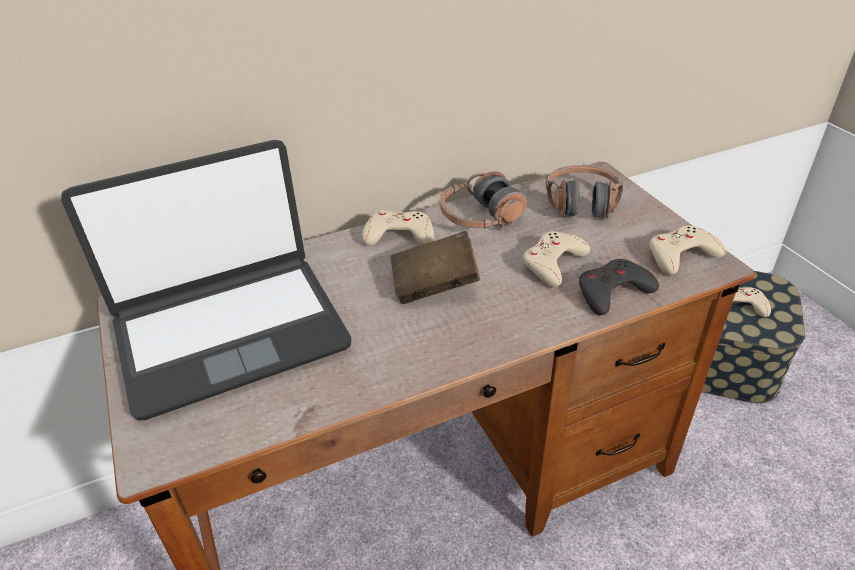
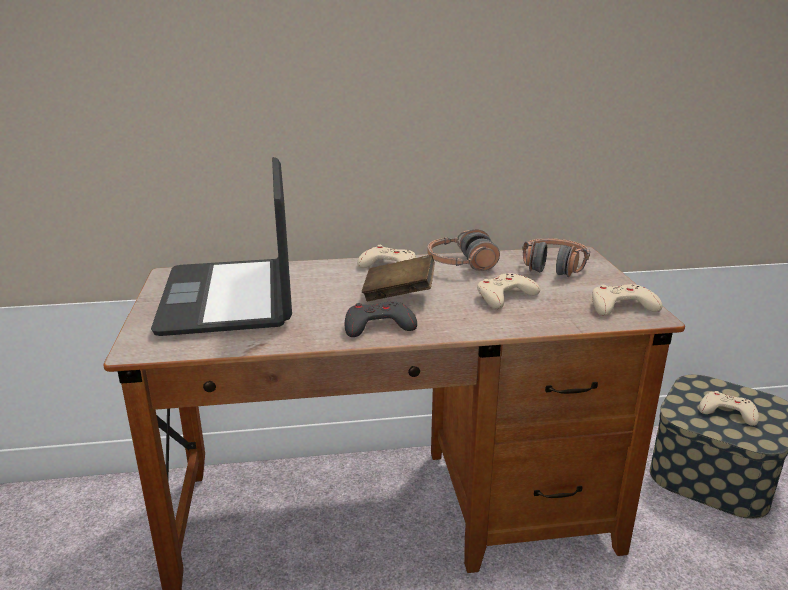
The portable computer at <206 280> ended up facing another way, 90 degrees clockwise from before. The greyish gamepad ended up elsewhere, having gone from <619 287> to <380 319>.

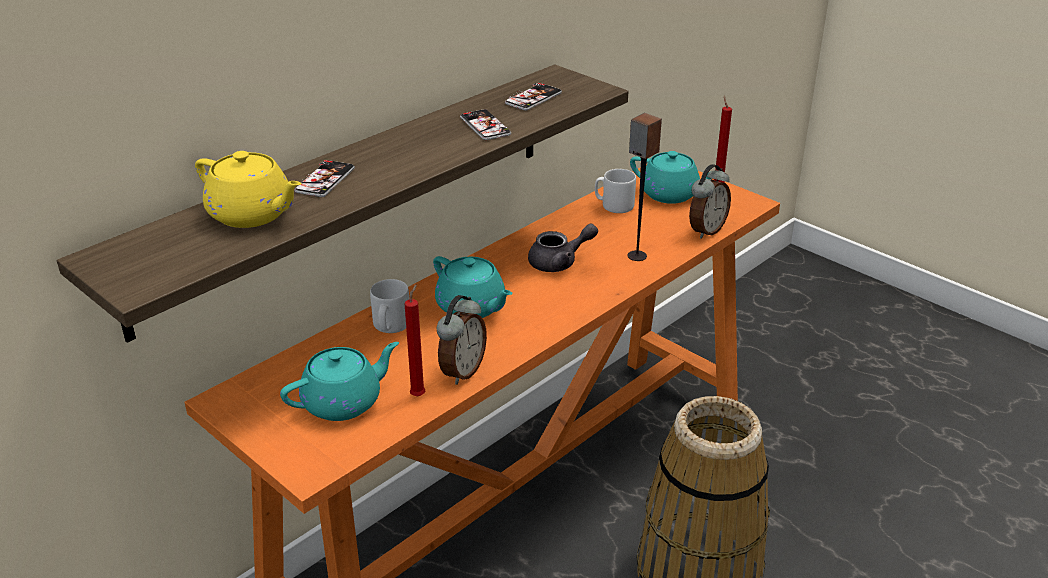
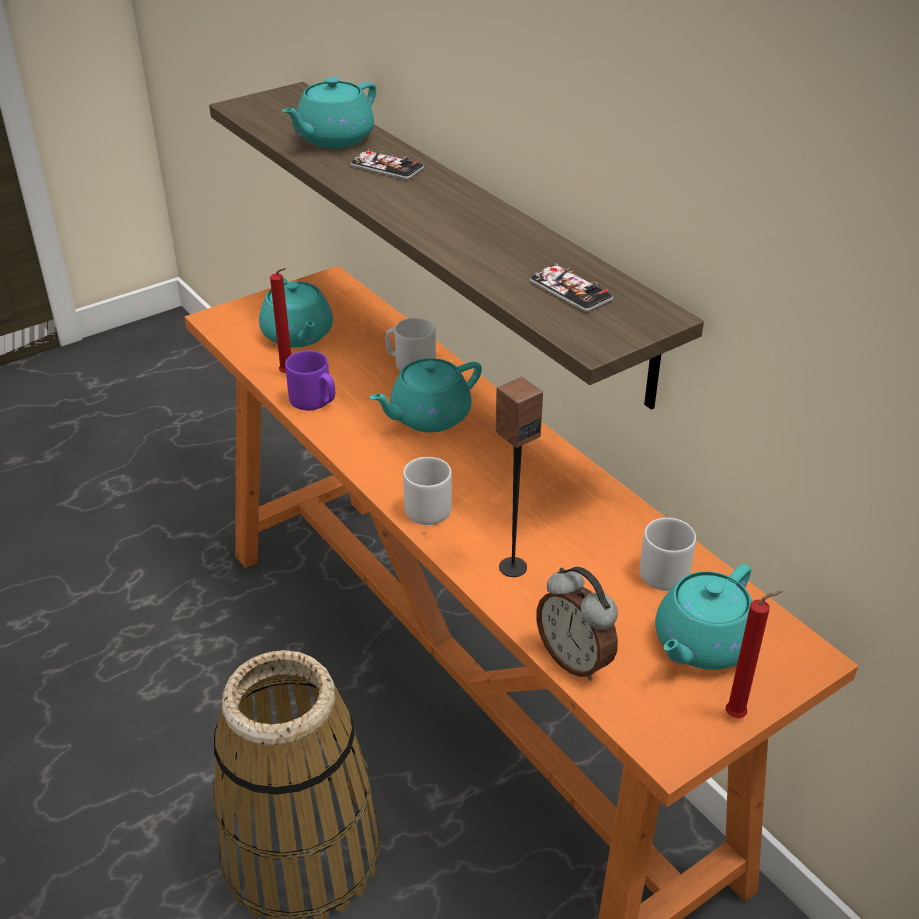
What was the yellow-coloured teapot at <248 189> turned into the turquoise teapot at <329 112>. Where the alarm clock stood at <462 340>, the purple tea mug came to stand at <310 380>. The second view gained the greyish tea mug at <427 491>. The second view lost the phone at <485 124>. The second view lost the greyish teapot at <563 248>.

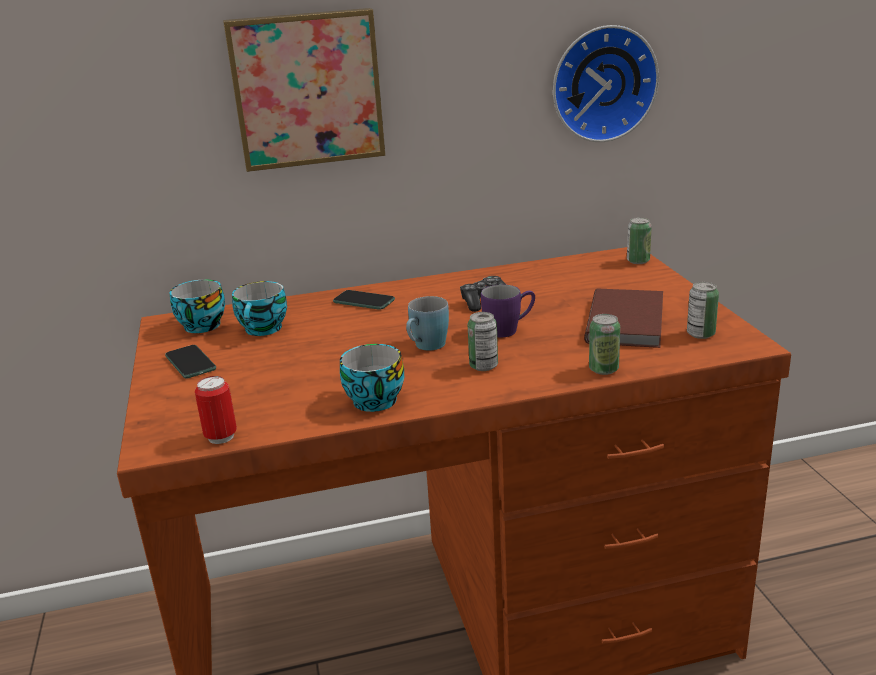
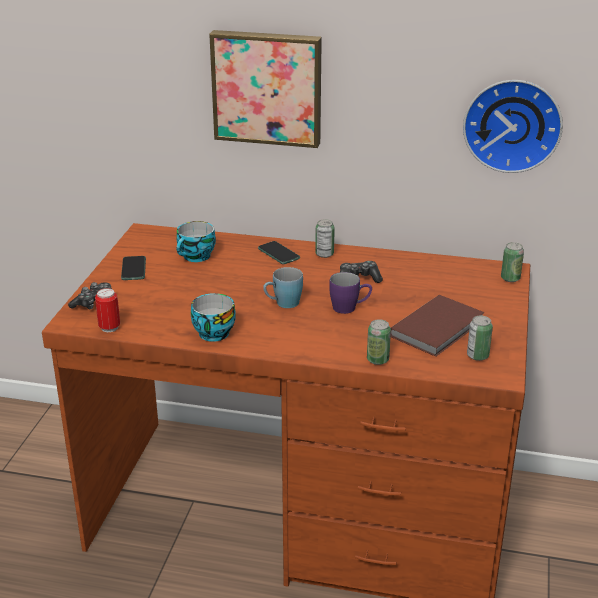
The second view gained the gamepad at <90 296>. The can ended up elsewhere, having gone from <483 341> to <325 238>. The second view lost the cup at <197 306>.

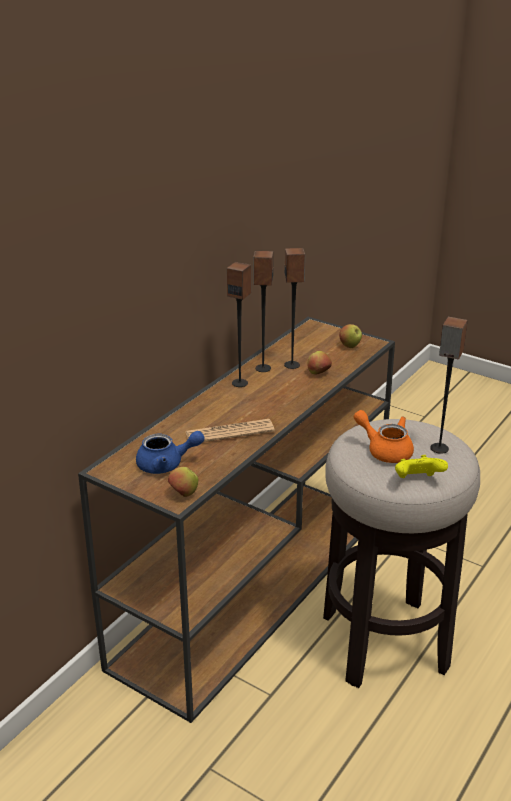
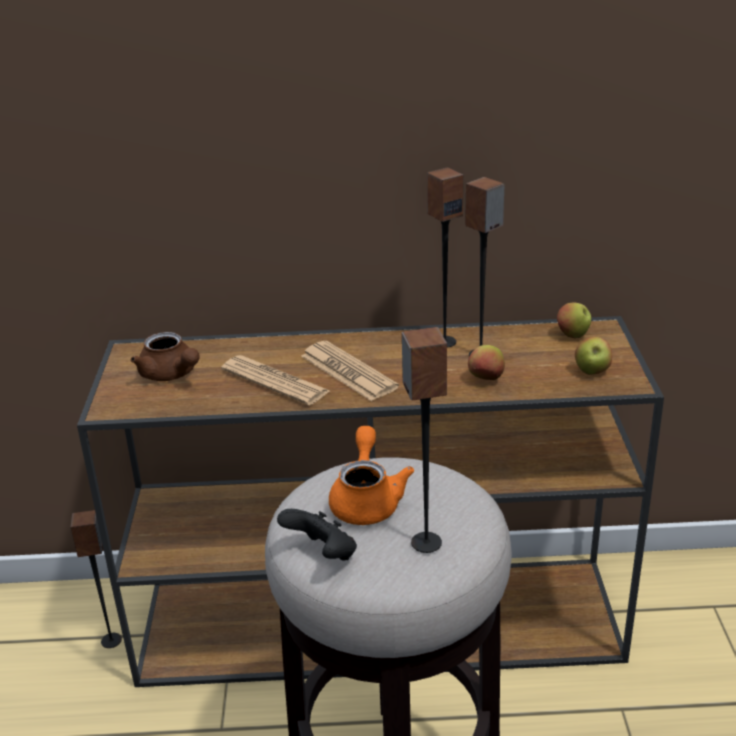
The audio speaker ended up elsewhere, having gone from <239 324> to <96 579>. What was the blue teapot at <170 452> turned into the brown-coloured teapot at <165 356>. What was the yellow-coloured gamepad at <421 466> turned into the black gamepad at <317 535>. The second view gained the printed paper at <350 371>. The apple ended up elsewhere, having gone from <183 482> to <574 320>.

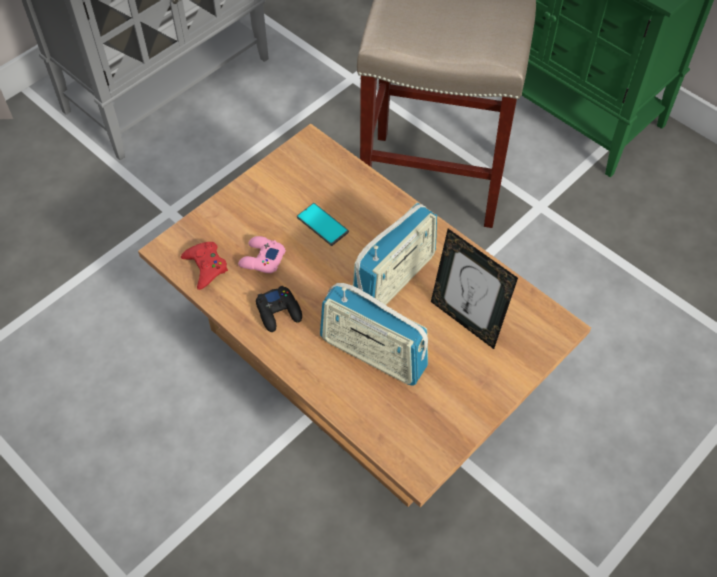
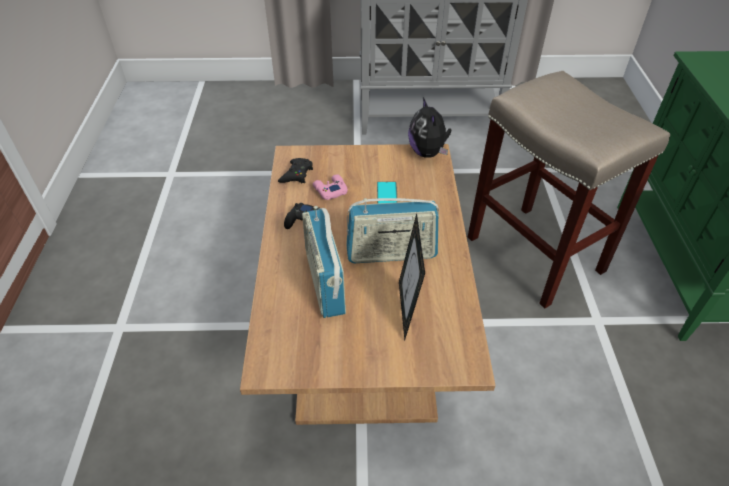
What was the red gamepad at <204 266> turned into the black gamepad at <295 170>. The second view gained the soft toy at <429 127>.

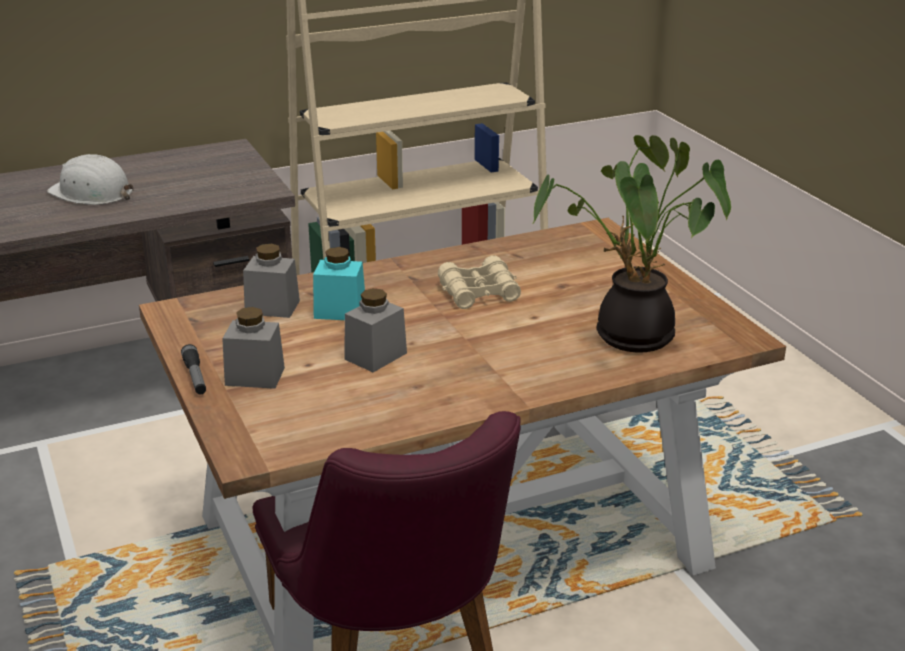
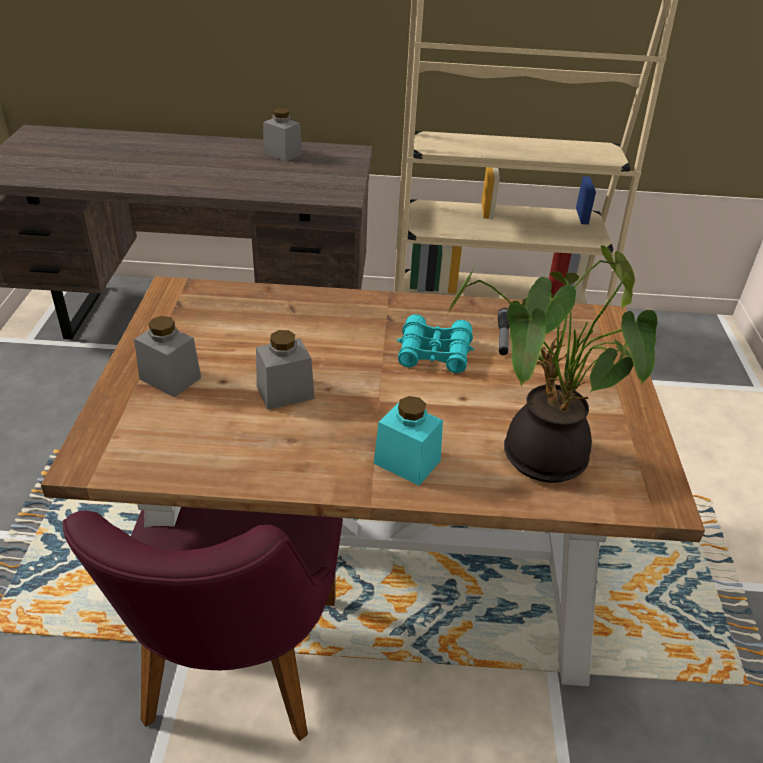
The greyish storage jar ended up elsewhere, having gone from <271 281> to <282 134>. The turquoise storage jar ended up elsewhere, having gone from <339 283> to <408 441>. What was the beige pair of binoculars at <479 282> turned into the turquoise pair of binoculars at <435 343>. The torch ended up elsewhere, having gone from <193 369> to <504 331>. The second view lost the white safety helmet at <90 179>.

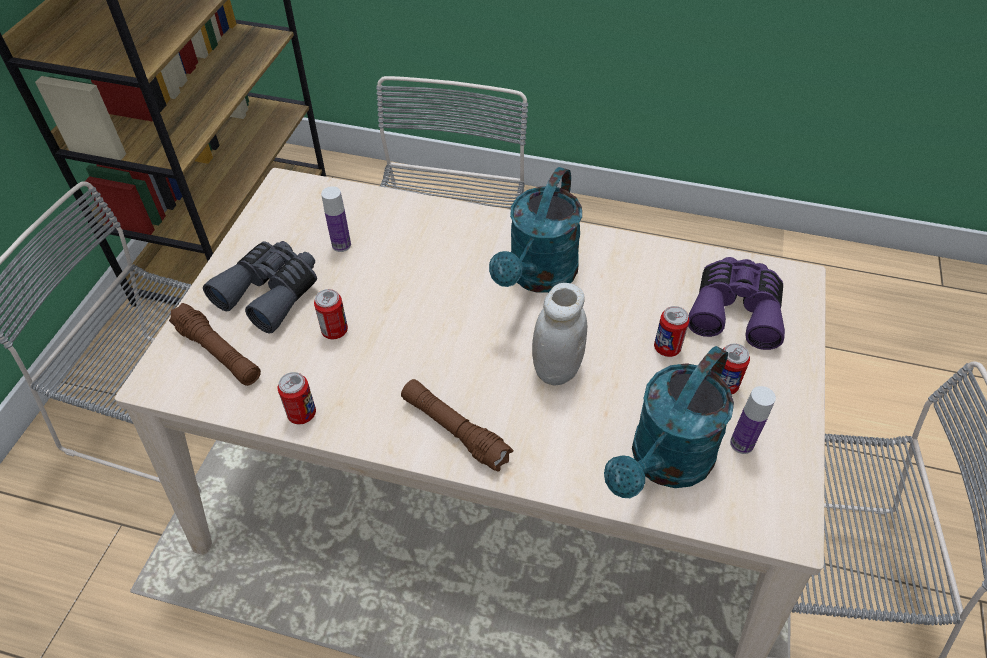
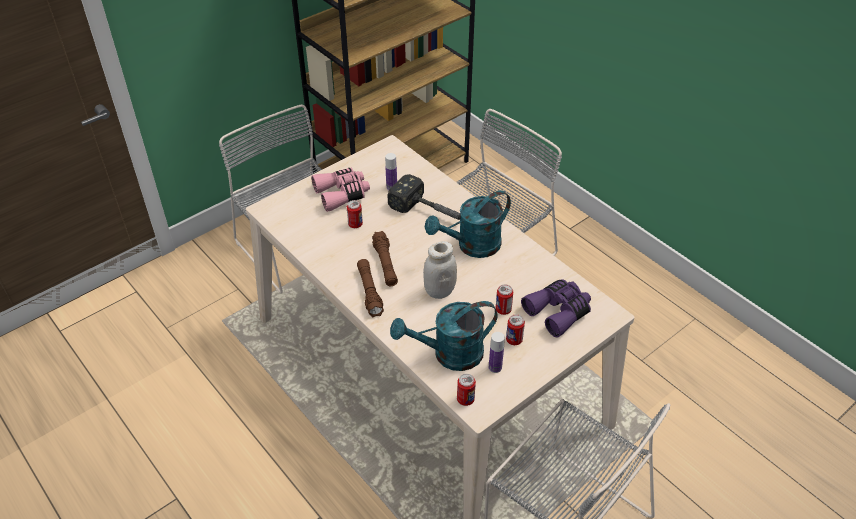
What was the greyish pair of binoculars at <260 287> turned into the pinkish pair of binoculars at <340 190>. The brown-coloured torch ended up elsewhere, having gone from <215 344> to <385 258>. The second view gained the hammer at <424 197>. The can ended up elsewhere, having gone from <297 398> to <466 390>.

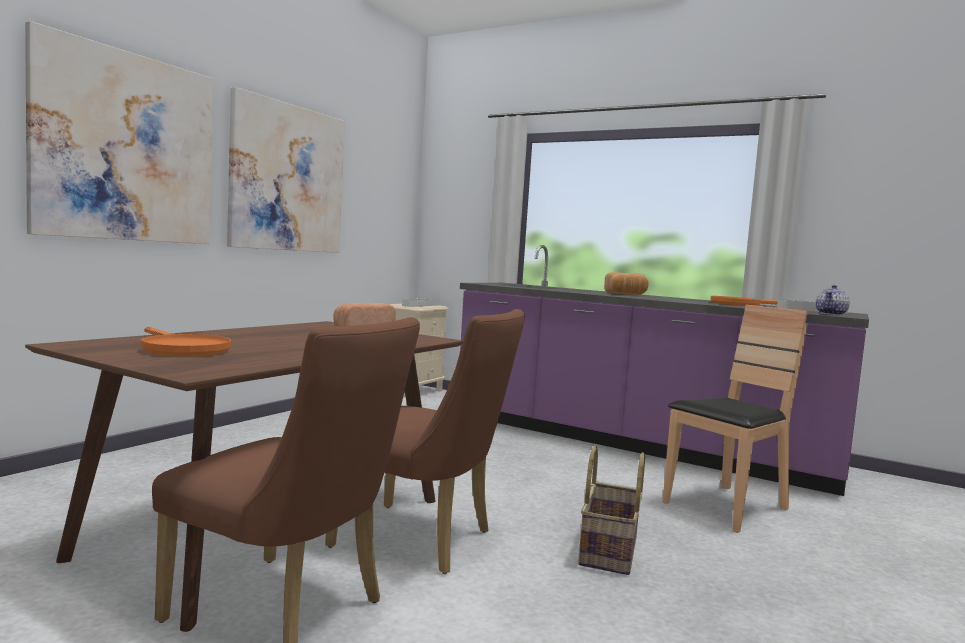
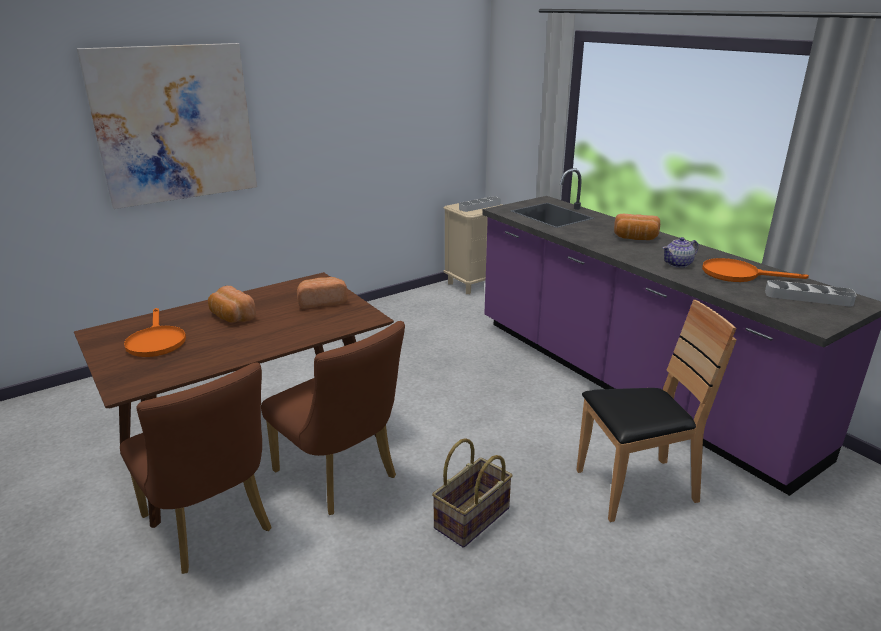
The second view gained the baked bread at <232 304>. The teapot ended up elsewhere, having gone from <832 300> to <680 252>. The second view lost the wall art at <286 170>.

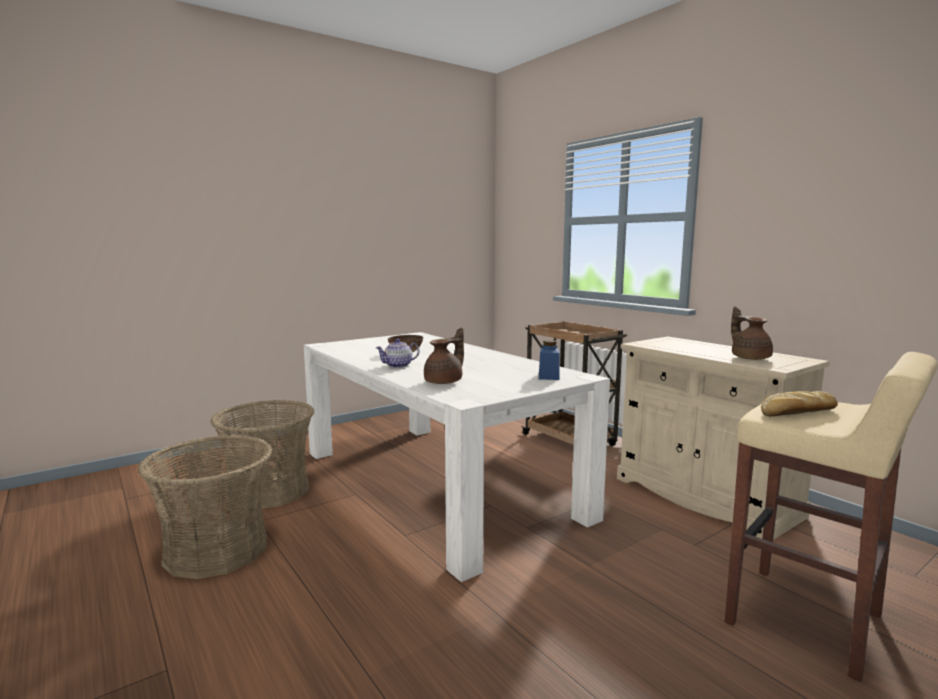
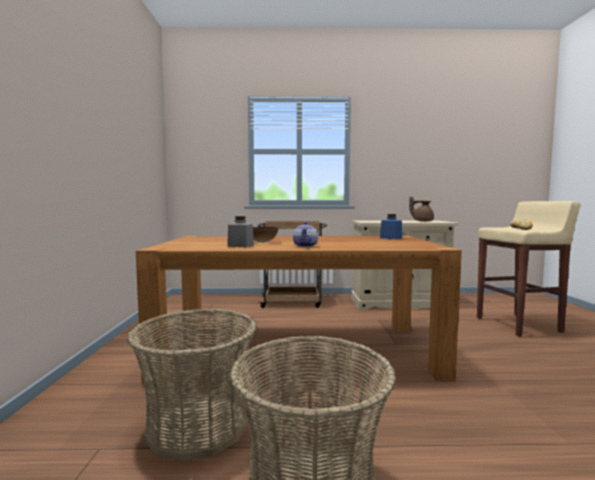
What was the white kitchen table at <457 457> turned into the brown-coloured kitchen table at <299 309>. The second view gained the greyish storage jar at <240 231>. The second view lost the brown-coloured teapot at <444 356>.

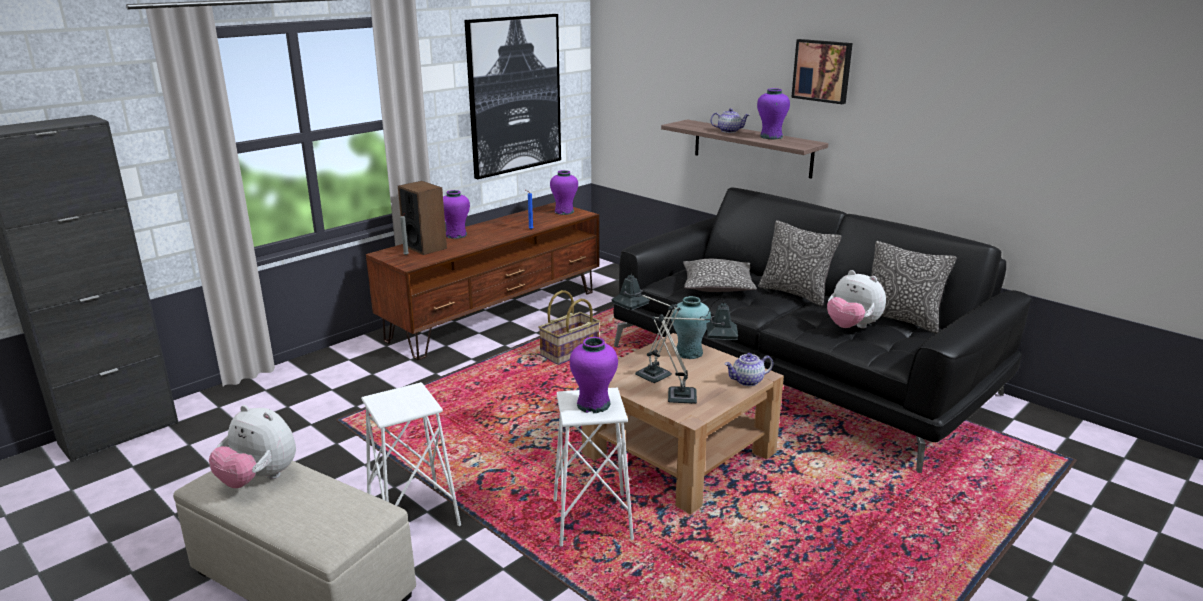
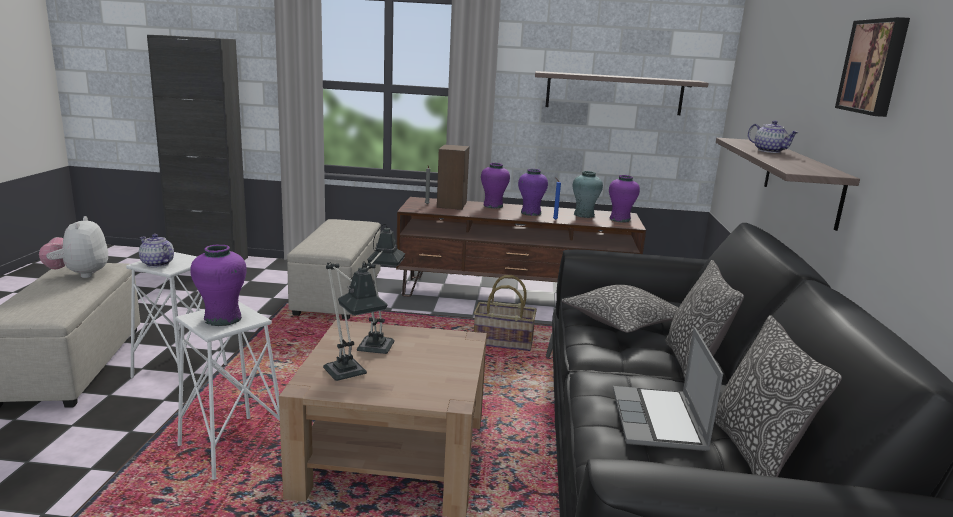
The teapot ended up elsewhere, having gone from <749 369> to <156 250>. The second view gained the beige pouffe at <334 269>. The purple flower vase ended up elsewhere, having gone from <773 113> to <533 192>. Where the wall art hung at <512 96>, the wall shelf came to hang at <622 93>. The turquoise flower vase ended up elsewhere, having gone from <691 327> to <588 194>. Where the soft toy stood at <856 299>, the portable computer came to stand at <668 389>.

